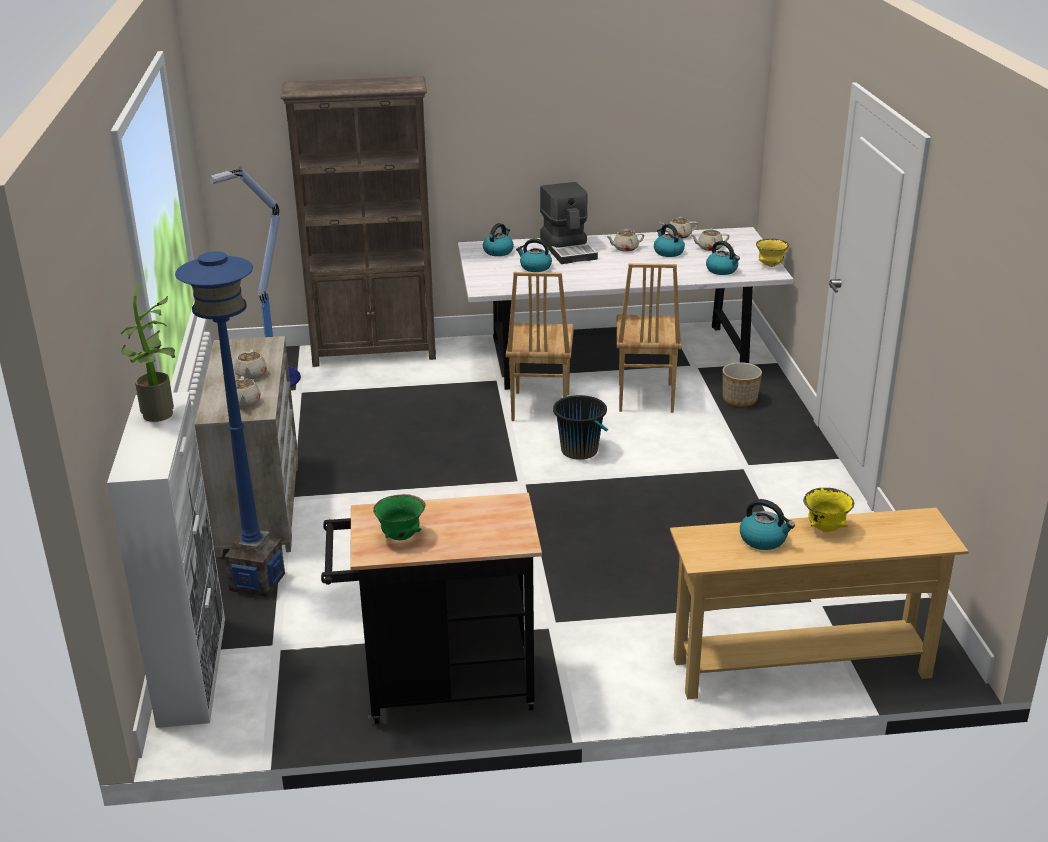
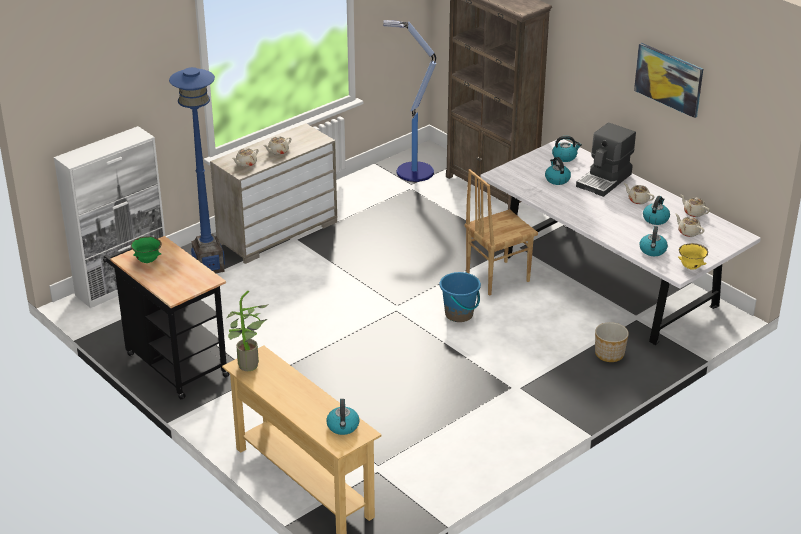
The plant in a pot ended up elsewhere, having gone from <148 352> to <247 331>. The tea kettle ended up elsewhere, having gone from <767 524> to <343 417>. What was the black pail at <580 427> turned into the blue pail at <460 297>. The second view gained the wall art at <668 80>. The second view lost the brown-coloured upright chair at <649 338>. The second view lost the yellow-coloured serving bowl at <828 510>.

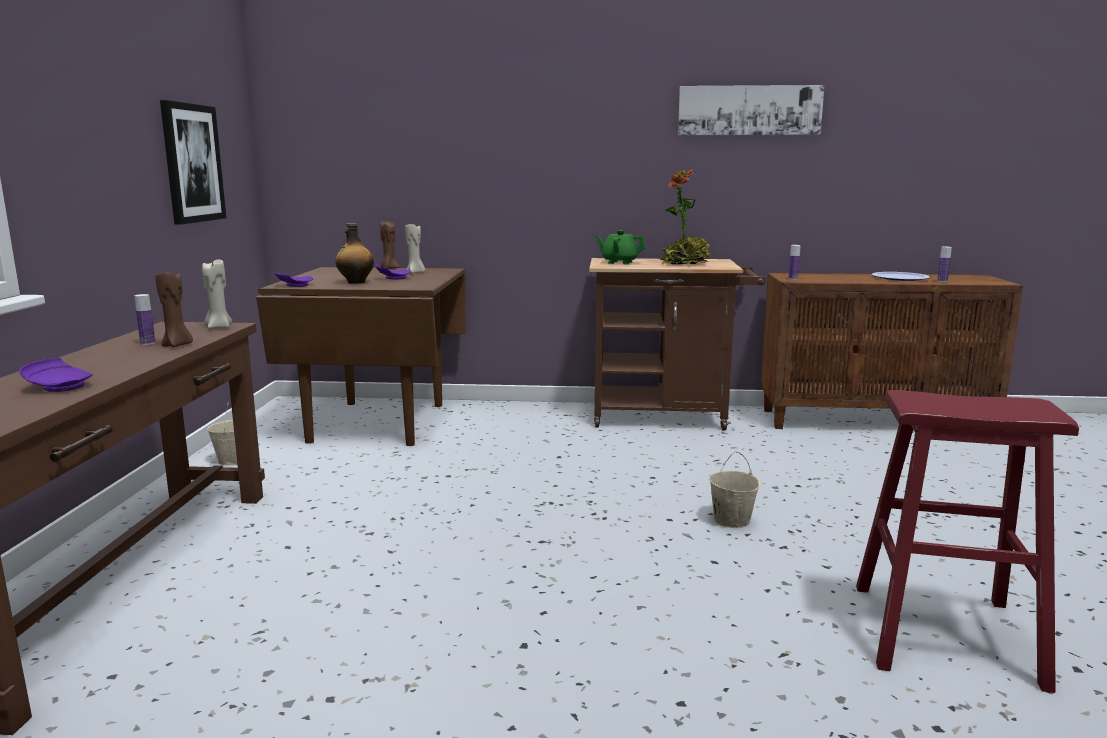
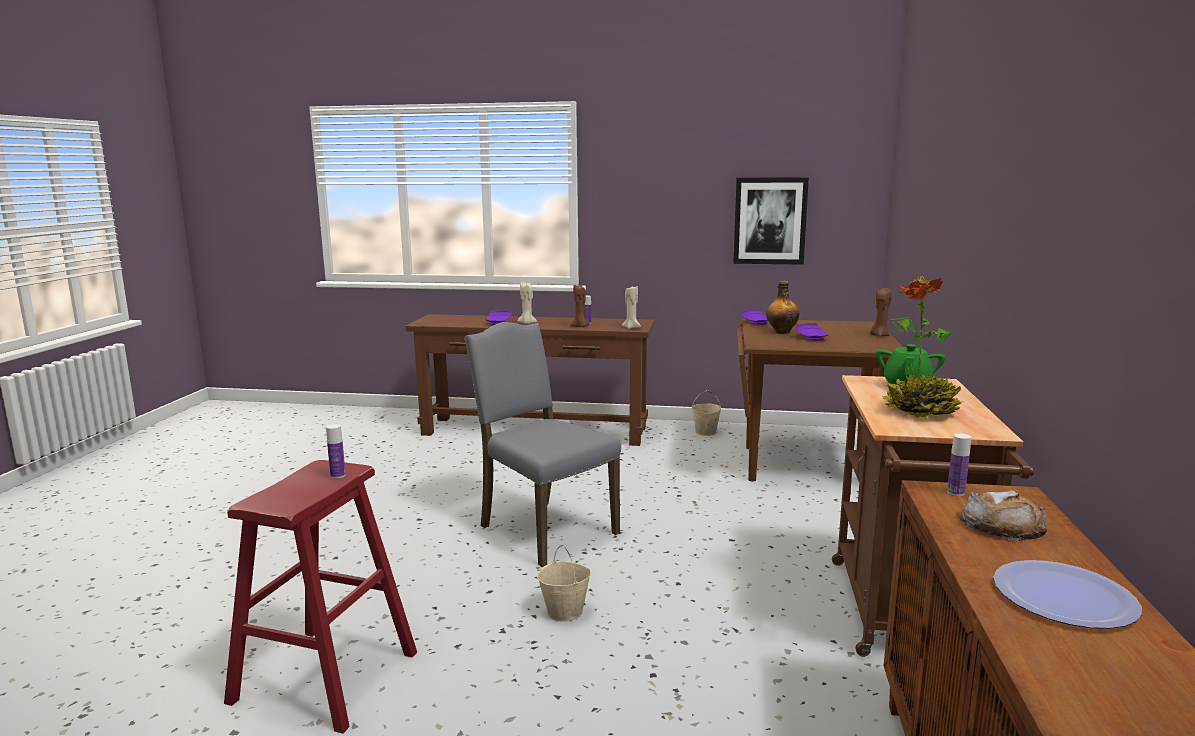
The bottle ended up elsewhere, having gone from <944 264> to <336 451>. The second view gained the greyish upright chair at <542 444>. The beige candle ended up elsewhere, having gone from <415 248> to <527 303>. The second view gained the baked bread at <1003 516>. The second view lost the wall art at <751 110>.

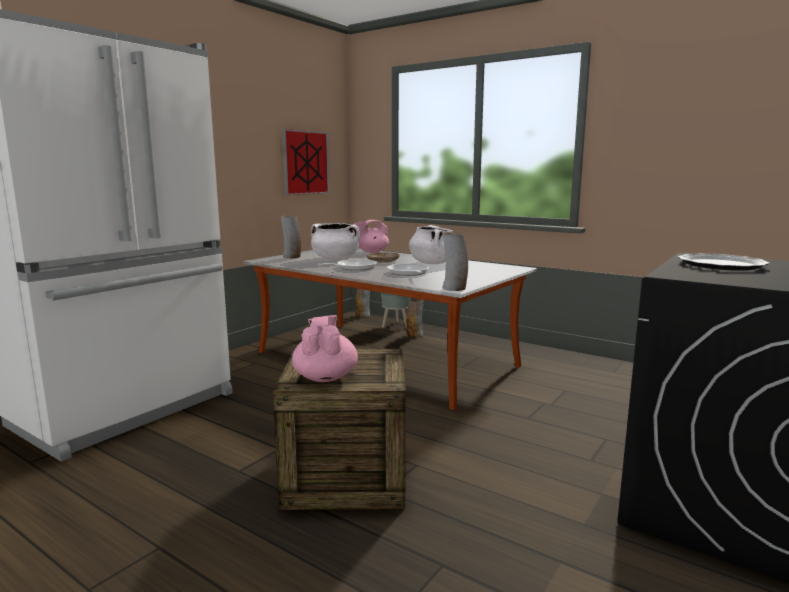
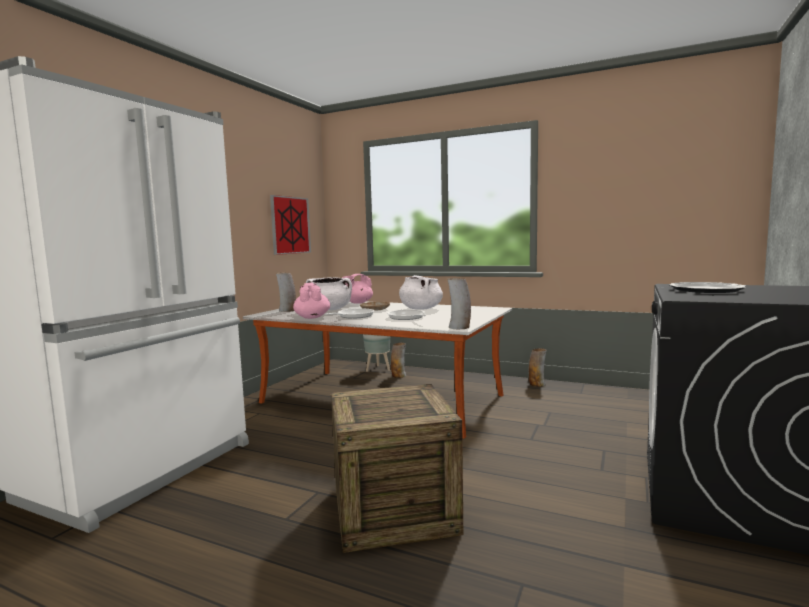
The pinkish teapot ended up elsewhere, having gone from <325 348> to <311 301>. The flower vase ended up elsewhere, having gone from <362 303> to <537 367>.

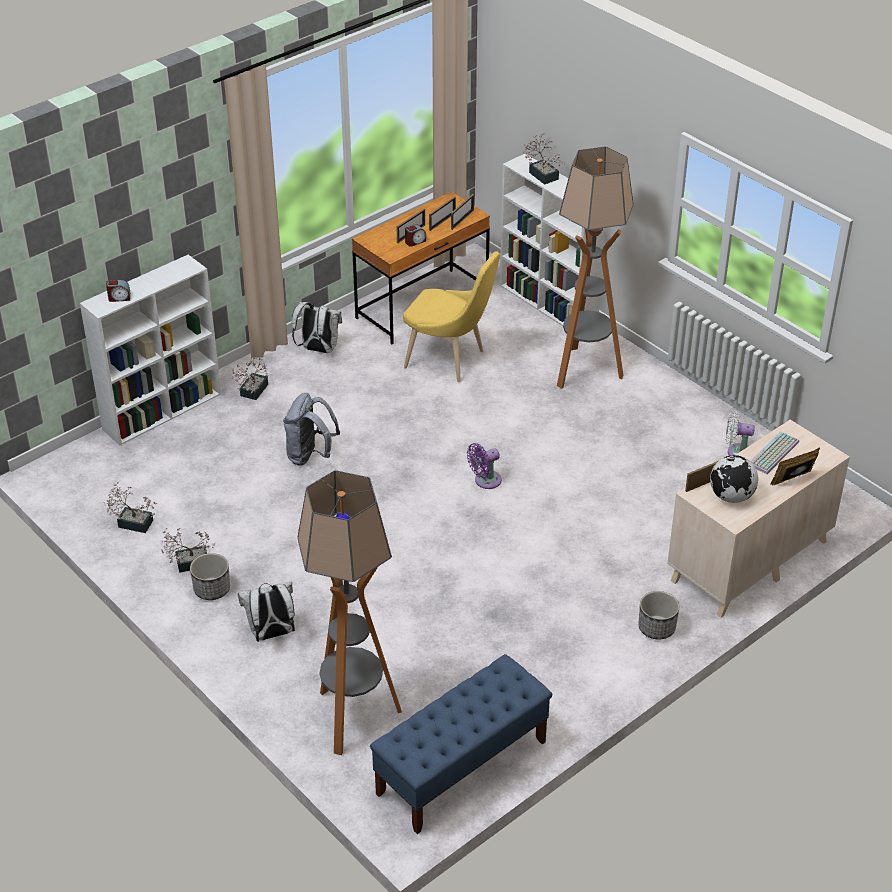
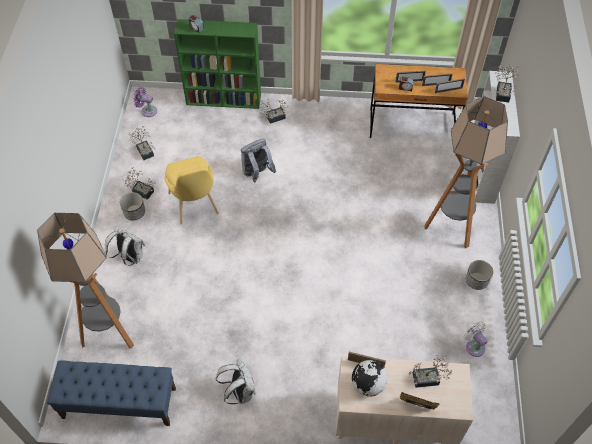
The purple cooling fan ended up elsewhere, having gone from <484 466> to <145 102>. The yellow-coloured upright chair ended up elsewhere, having gone from <451 316> to <191 190>. What was the white bookcase at <150 350> turned into the green bookcase at <217 64>. The white rucksack ended up elsewhere, having gone from <317 327> to <235 381>. Where the keyboard stood at <774 452>, the plant in a pot came to stand at <430 371>. The plant pot ended up elsewhere, having gone from <658 615> to <479 275>.

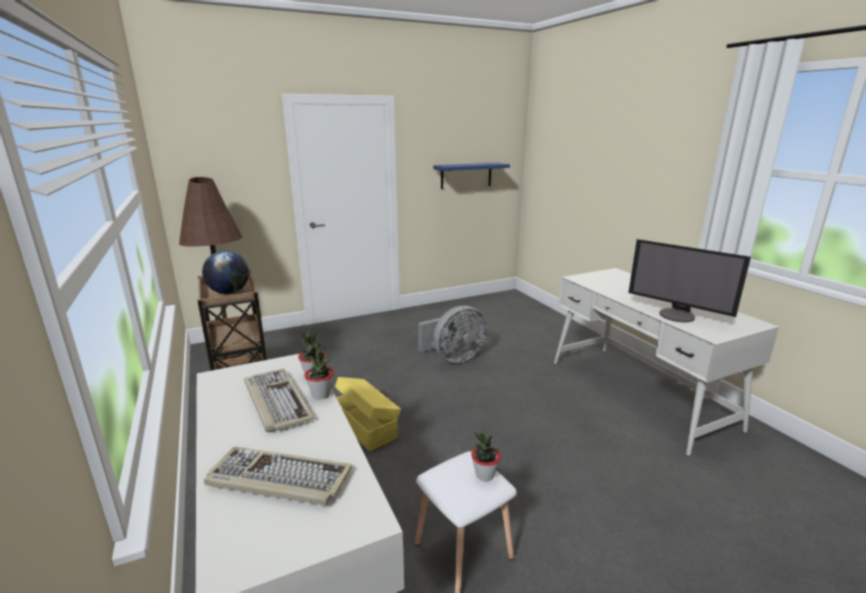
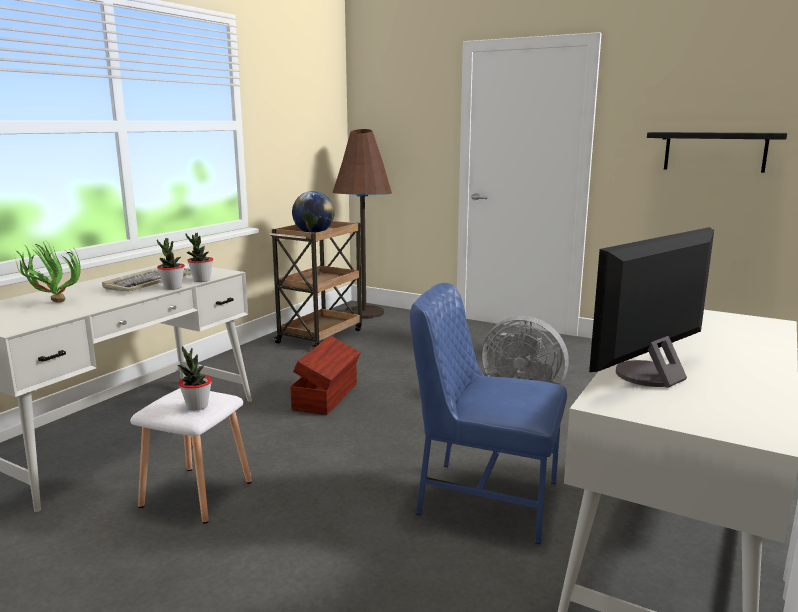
Where the keyboard stood at <278 476>, the plant in a pot came to stand at <48 271>. What was the yellow-coloured storage container at <368 414> turned into the brown-coloured storage container at <325 375>. The second view gained the blue upright chair at <488 413>. The monitor at <689 280> ended up facing another way, 45 degrees clockwise from before. What was the blue wall shelf at <471 176> turned into the black wall shelf at <717 152>.

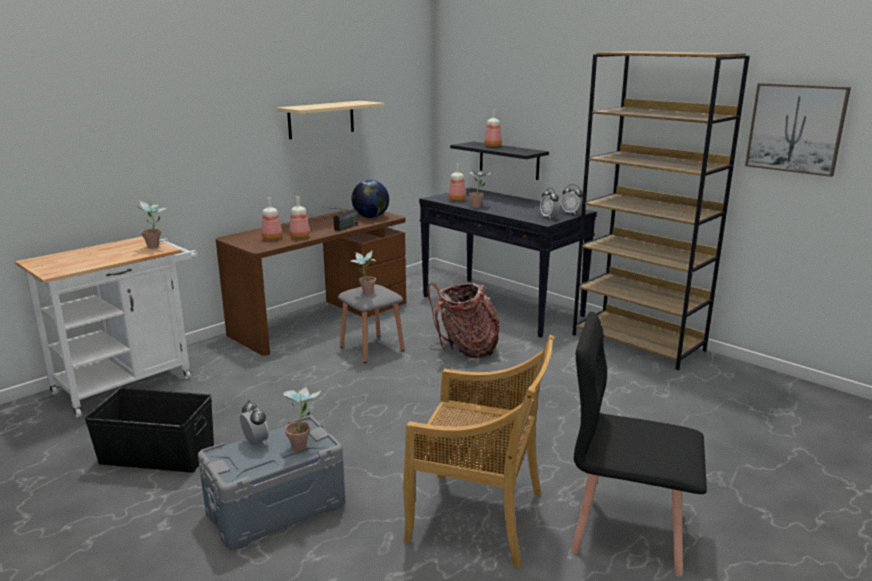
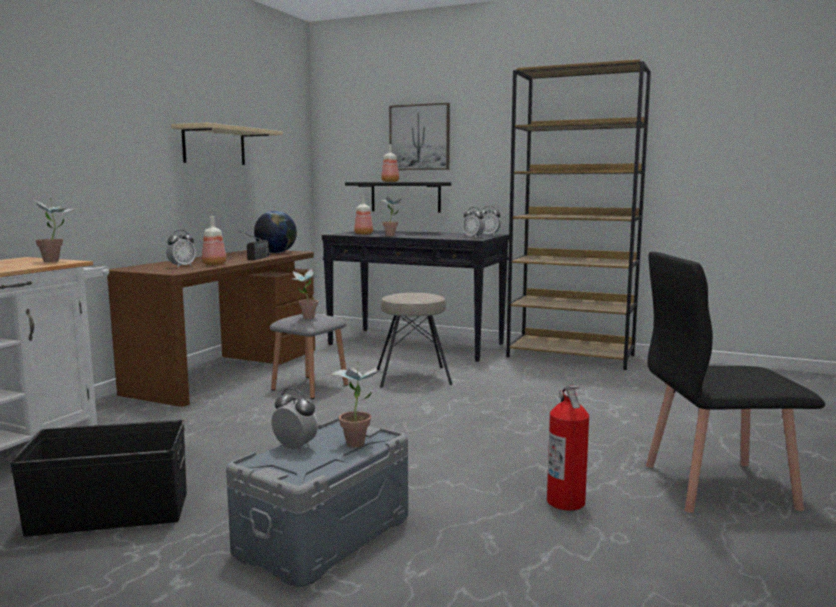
Where the bottle stood at <272 219>, the alarm clock came to stand at <181 249>. Where the rucksack stood at <463 320>, the beige stool seat came to stand at <415 339>. The wall art ended up elsewhere, having gone from <798 130> to <419 136>. Where the beige upright chair stood at <479 451>, the fire-fighting cylinder came to stand at <568 448>.

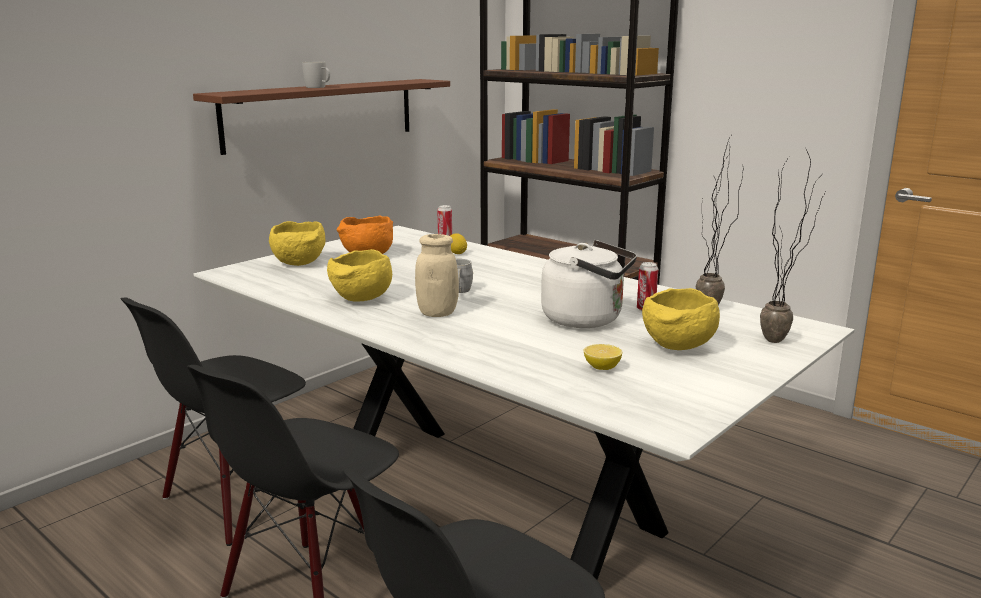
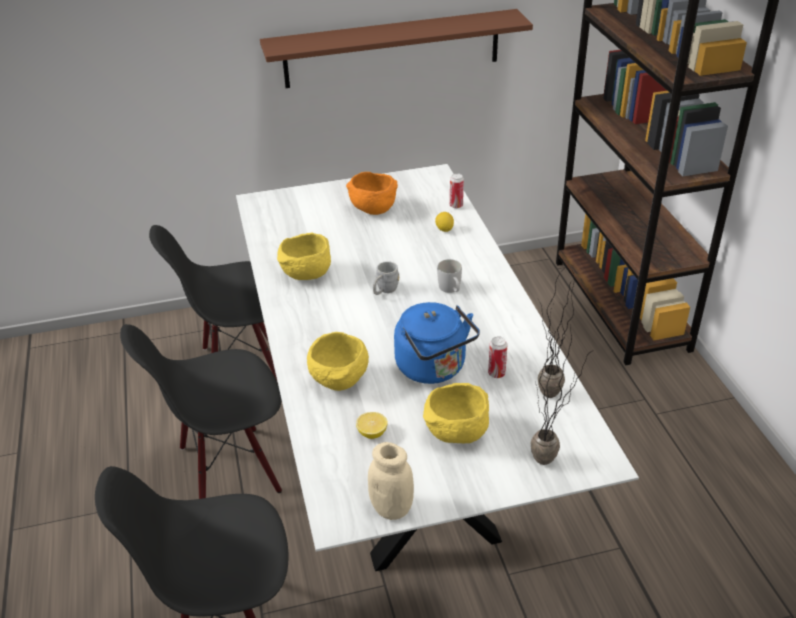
The yellow-coloured serving bowl ended up elsewhere, having gone from <297 243> to <338 361>. The beige storage jar ended up elsewhere, having gone from <437 275> to <391 481>. What was the white tea kettle at <589 284> turned into the blue tea kettle at <437 343>. The white tea mug ended up elsewhere, having gone from <316 75> to <449 276>.

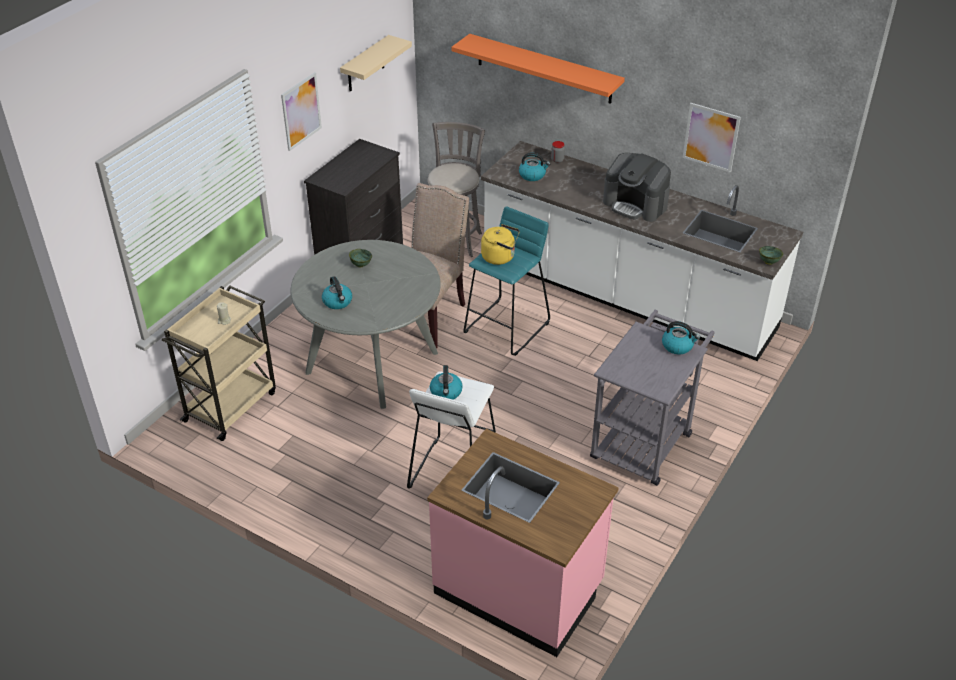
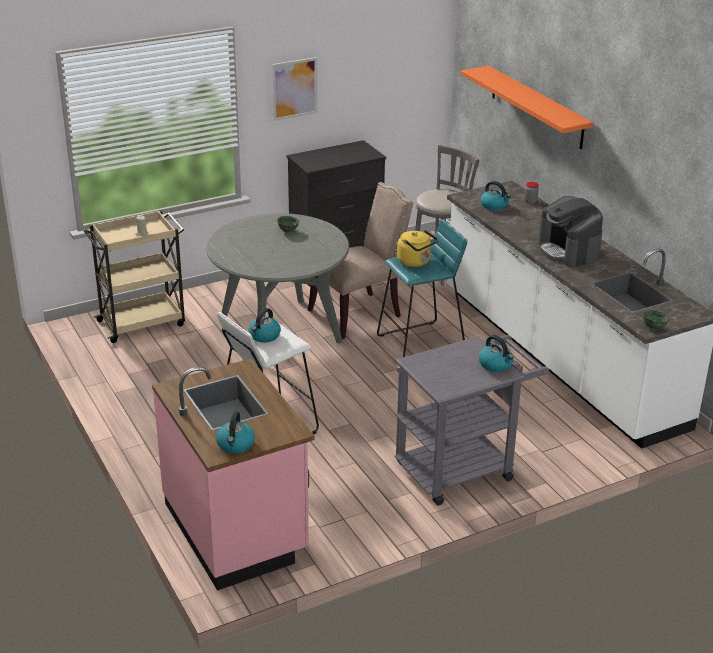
The tea kettle ended up elsewhere, having gone from <337 292> to <235 432>. The second view lost the beige wall shelf at <376 63>. The second view lost the wall art at <712 138>.

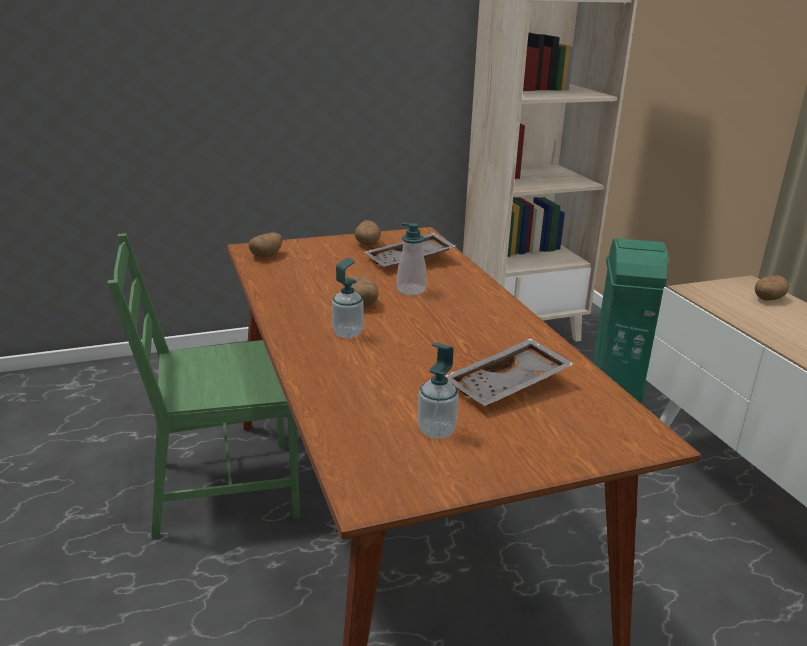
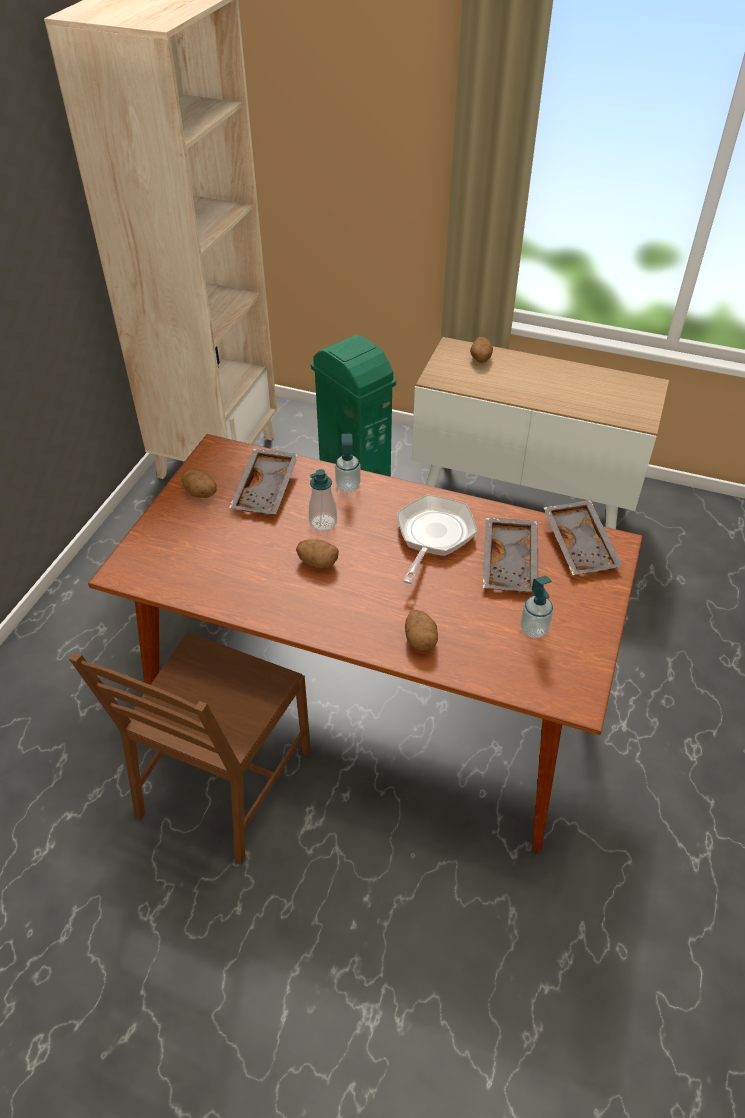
What was the green upright chair at <203 386> turned into the brown-coloured upright chair at <190 748>. The liquid soap bottle ended up elsewhere, having gone from <347 298> to <348 463>. The second view gained the pan at <437 539>. The whole potato ended up elsewhere, having gone from <265 245> to <421 630>. The second view gained the greyish tray at <583 537>.

